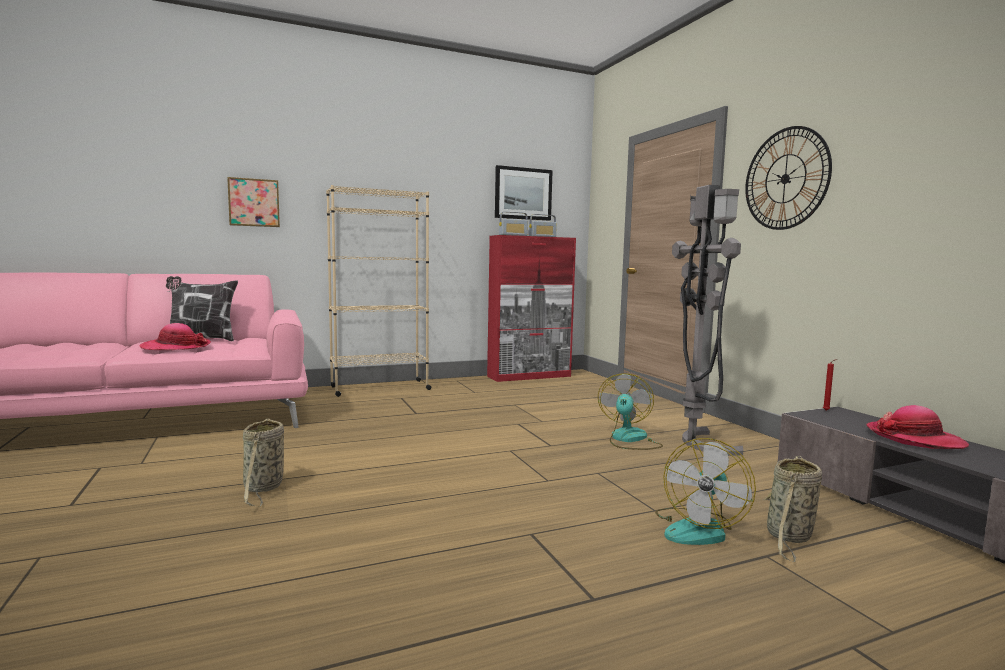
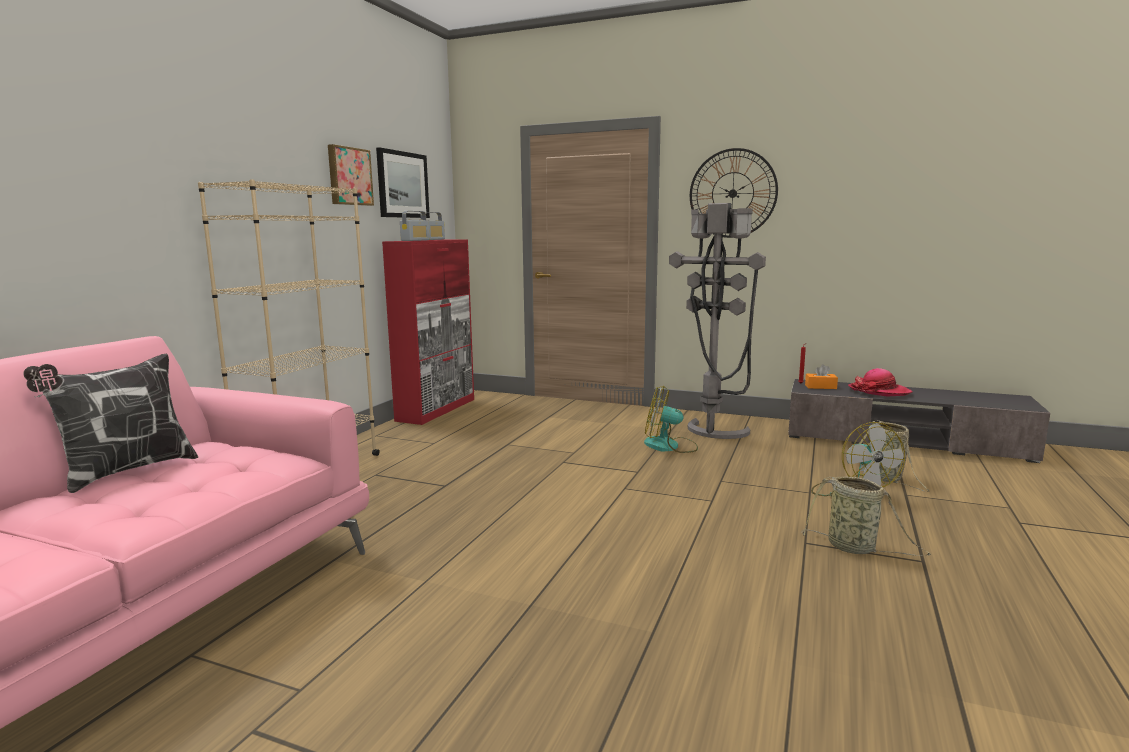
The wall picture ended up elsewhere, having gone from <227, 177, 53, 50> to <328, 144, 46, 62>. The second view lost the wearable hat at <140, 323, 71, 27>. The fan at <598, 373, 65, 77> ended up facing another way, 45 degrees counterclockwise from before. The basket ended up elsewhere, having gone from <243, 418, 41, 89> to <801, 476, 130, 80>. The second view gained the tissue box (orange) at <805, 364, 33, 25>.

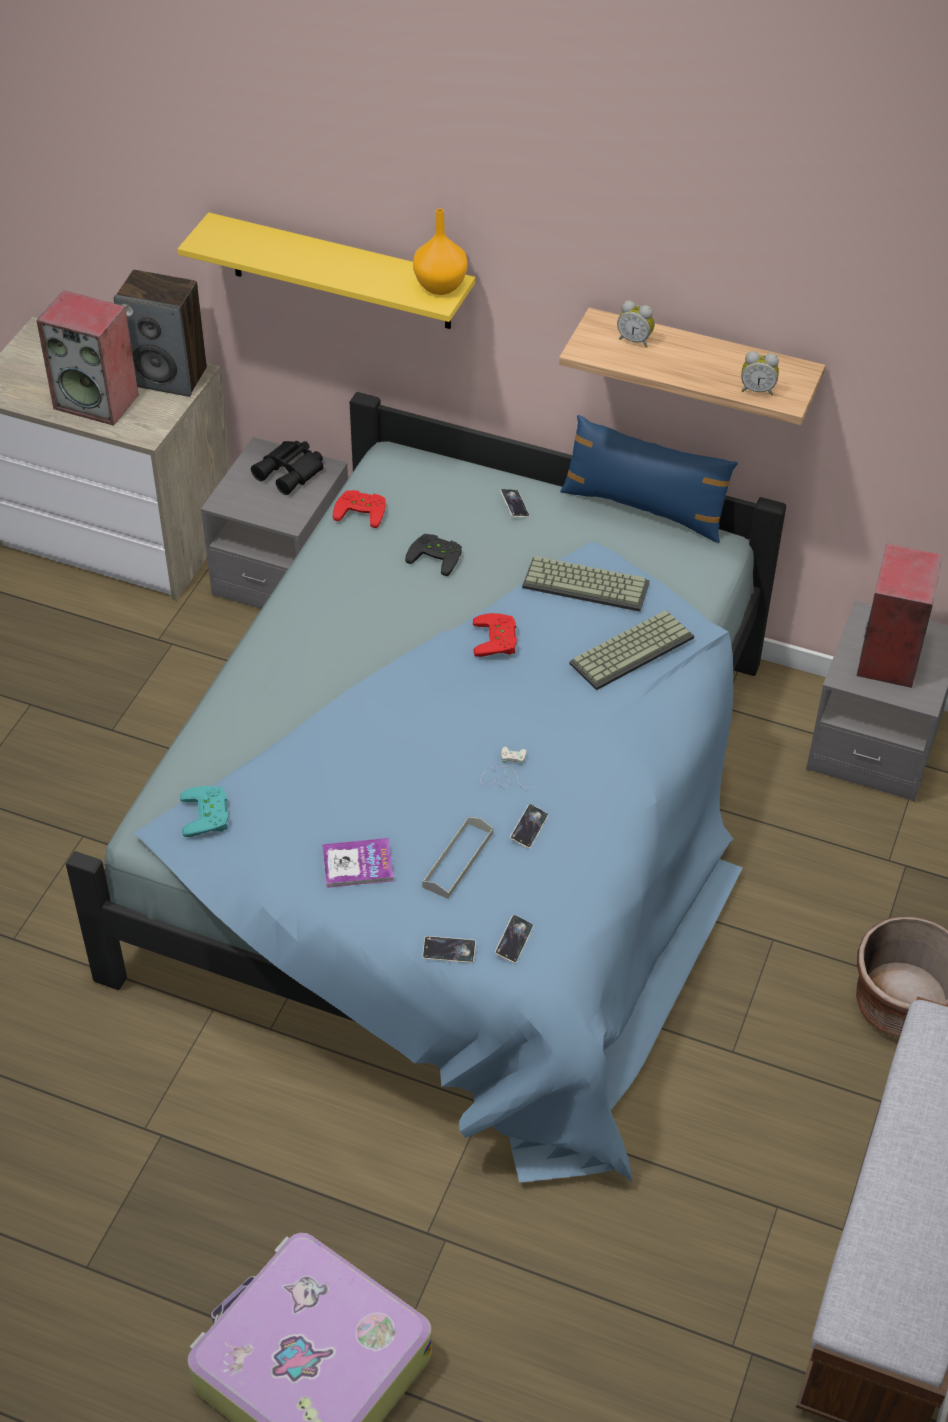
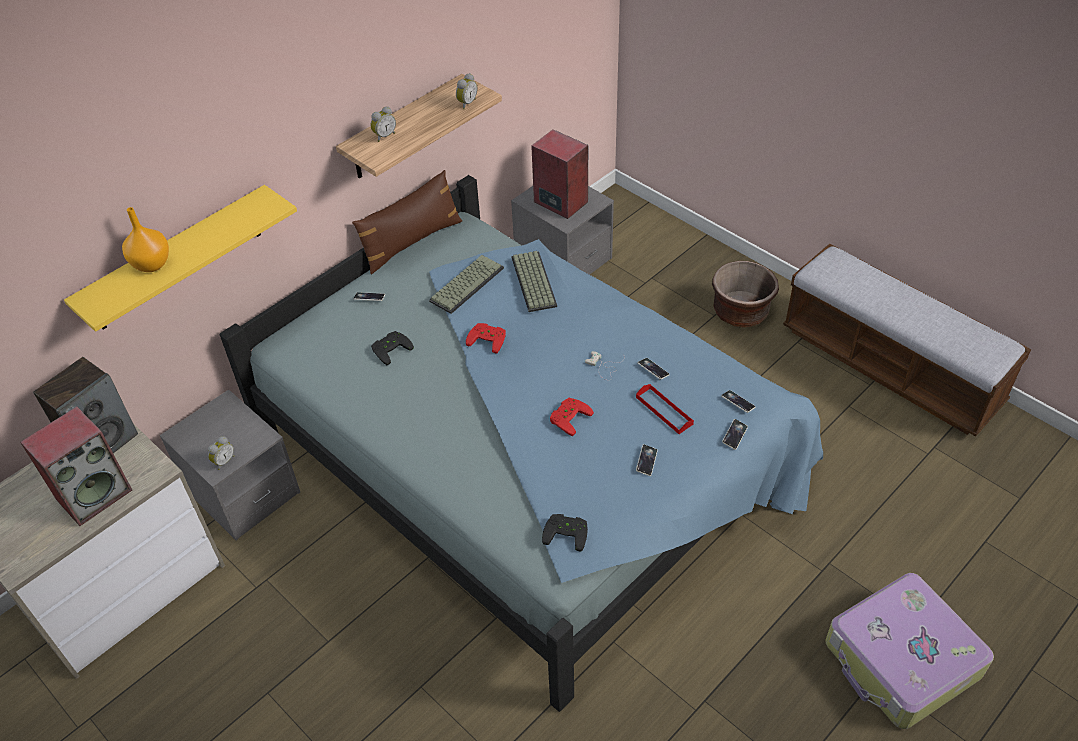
The vase (orange) ended up elsewhere, having gone from <413, 209, 55, 86> to <122, 207, 47, 65>. What was the throw pillow (blue-coloured) at <560, 415, 178, 128> turned into the throw pillow (brown-coloured) at <352, 170, 111, 104>. The second view lost the pair of binoculars (black) at <251, 441, 73, 54>. The game controller (reddish) ended up elsewhere, having gone from <333, 490, 53, 38> to <550, 398, 44, 38>. What was the game controller (blue-green) at <180, 786, 48, 51> turned into the game controller (black) at <542, 514, 46, 38>. What was the tray (grey) at <422, 817, 71, 82> turned into the tray (reddish) at <636, 384, 58, 50>. Where the volume stood at <322, 838, 72, 50>, the phone came to stand at <636, 444, 22, 32>. The second view gained the bedside clock at <208, 436, 26, 34>.

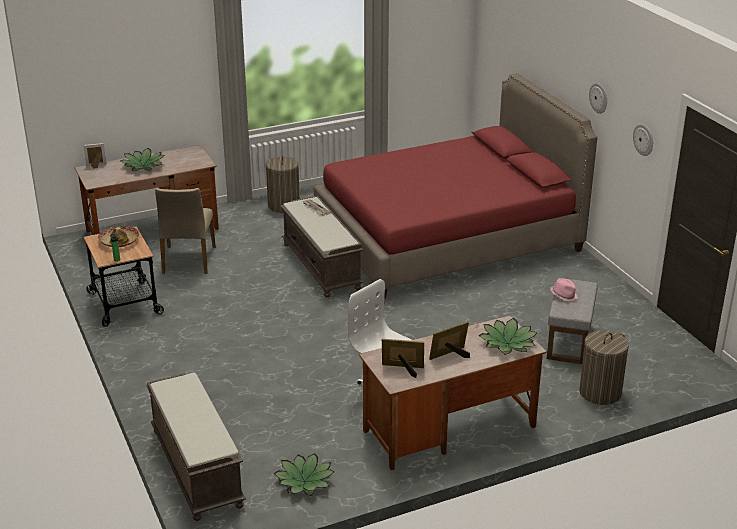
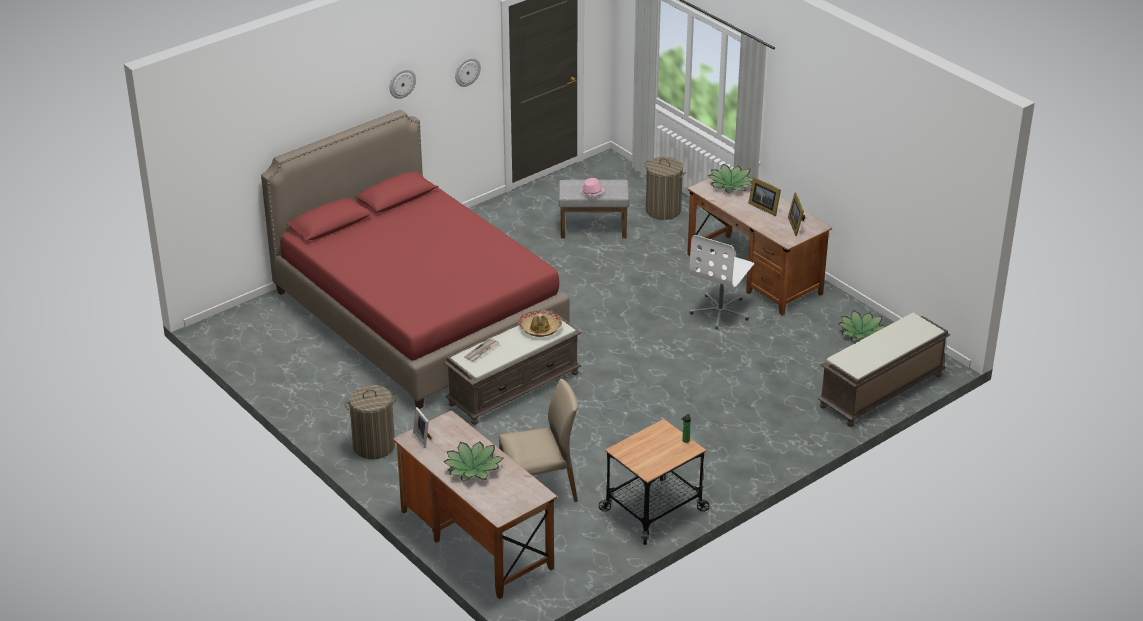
The standing frame ended up elsewhere, having gone from <83, 143, 23, 26> to <413, 407, 19, 41>. The wearable hat ended up elsewhere, having gone from <98, 226, 41, 21> to <519, 310, 43, 27>.

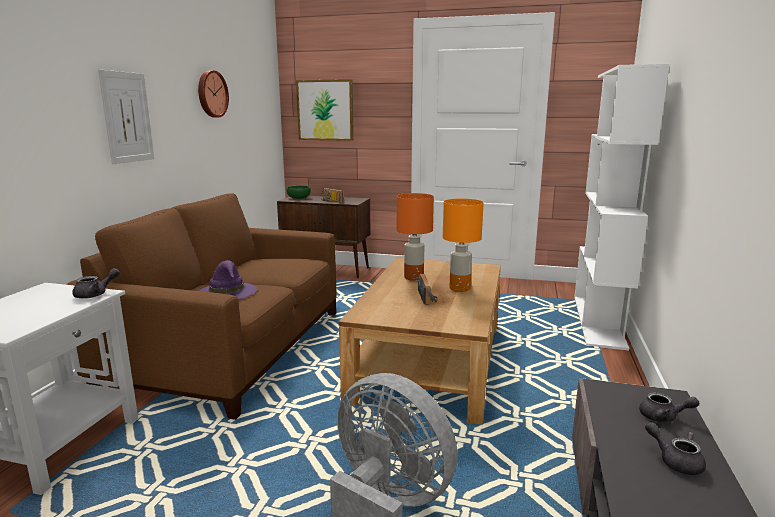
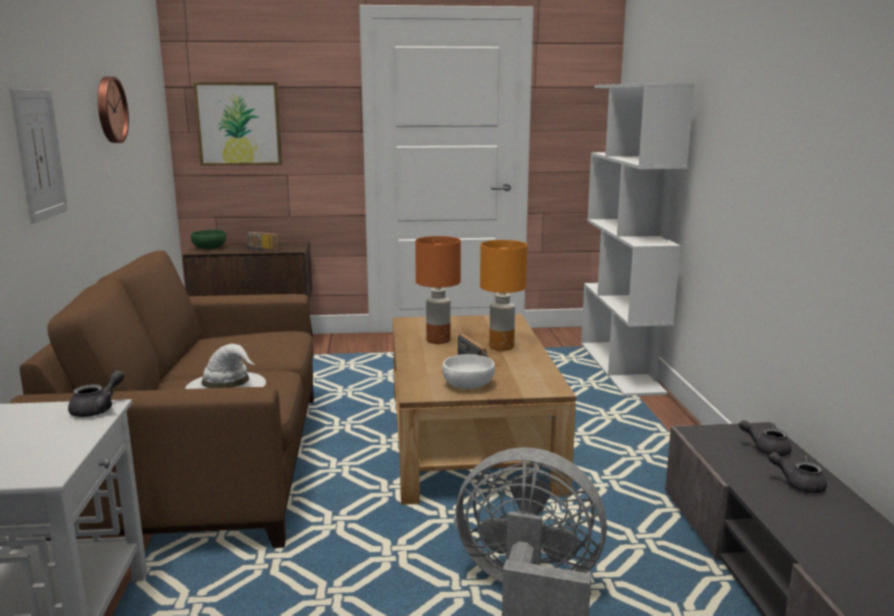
What was the wearable hat (purple) at <199, 260, 58, 39> turned into the wearable hat (white-coloured) at <185, 344, 81, 45>. The tea pot (grey) at <639, 392, 61, 31> ended up facing another way, 150 degrees counterclockwise from before. The second view gained the deep dish (white-coloured) at <442, 354, 53, 35>.

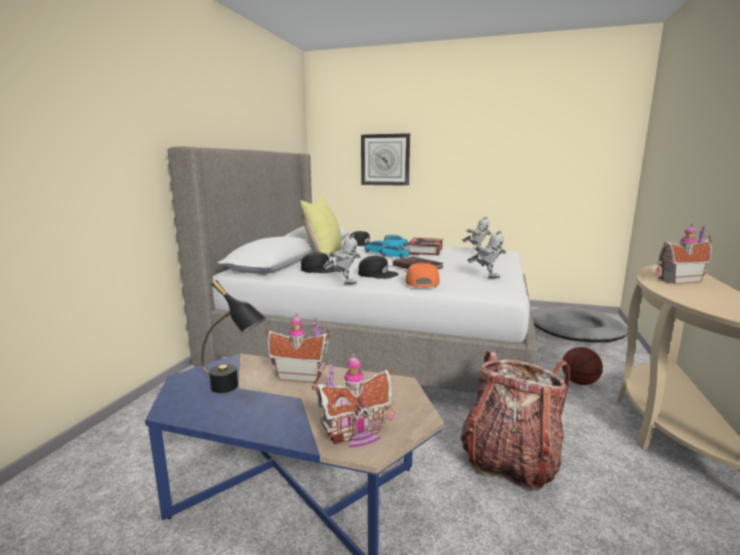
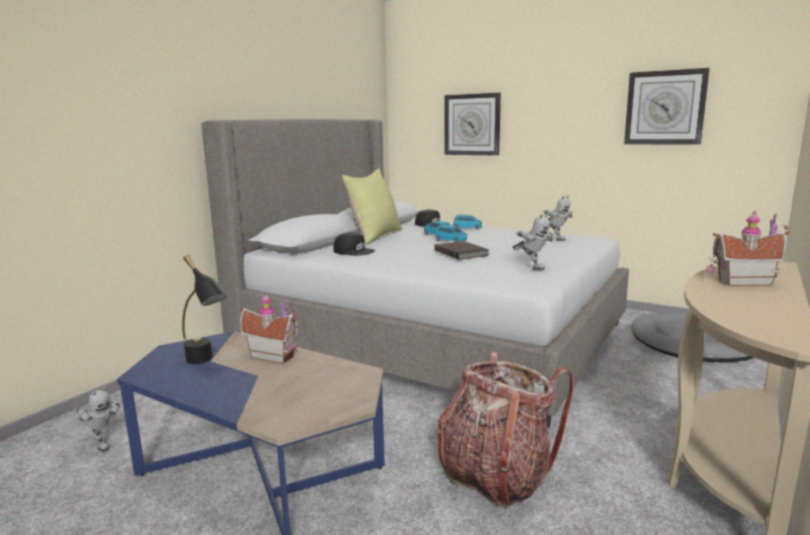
The model robot ended up elsewhere, having gone from <323, 234, 39, 50> to <75, 386, 45, 66>. The second view lost the volume at <408, 238, 35, 17>. The second view lost the baseball cap (black) at <358, 256, 40, 23>. The second view lost the baseball cap (orange) at <405, 263, 35, 24>. The second view lost the ball for basketball at <562, 347, 41, 38>. The second view lost the model house at <312, 353, 83, 95>. The second view gained the clock on the wall at <624, 68, 86, 76>.

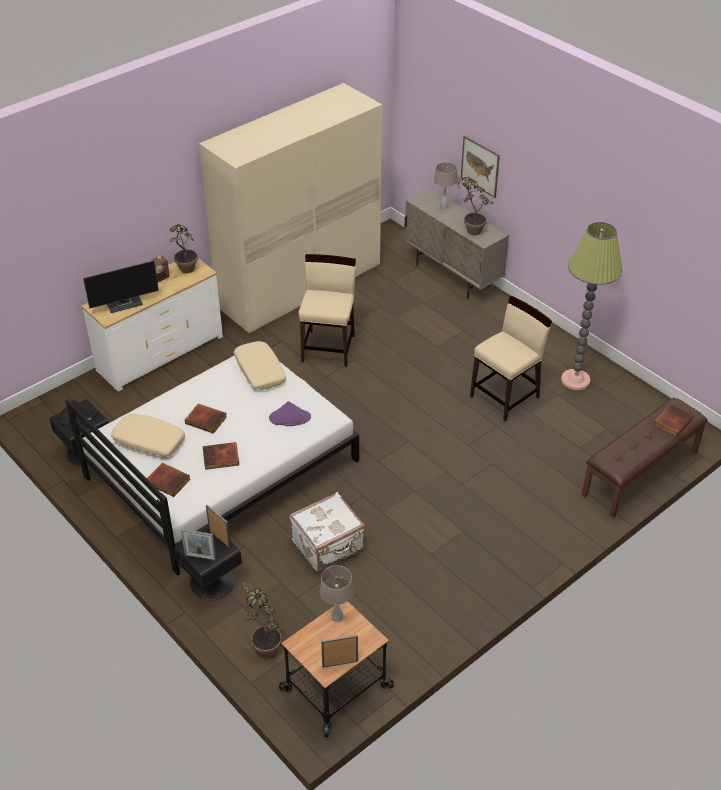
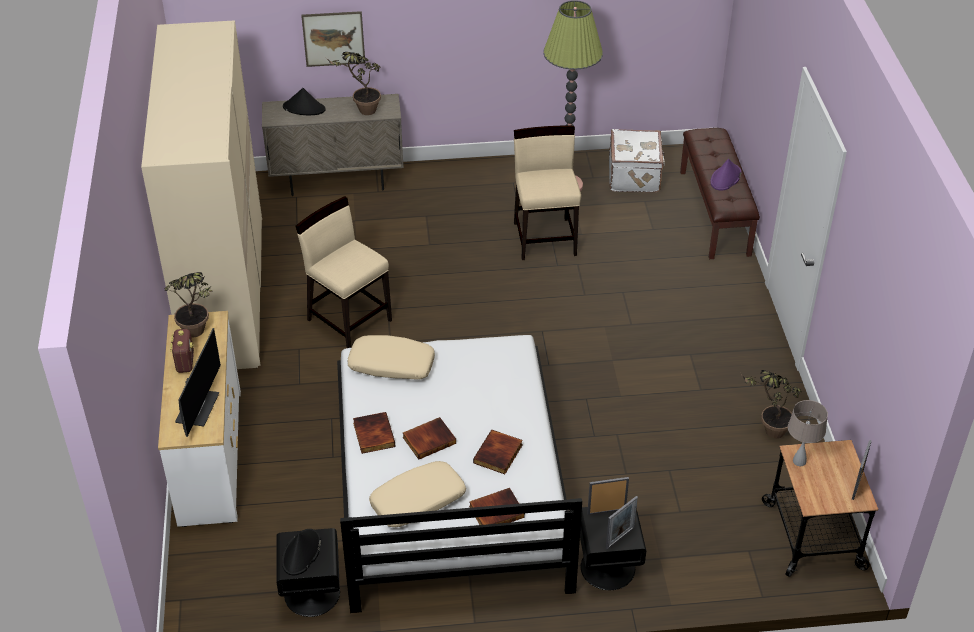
Where the lamp for a table (sand-coloured) stood at <434, 162, 23, 47>, the wearable hat (black) came to stand at <283, 88, 43, 27>. The wearable hat (purple) ended up elsewhere, having gone from <269, 401, 42, 25> to <710, 159, 31, 32>. The volume ended up elsewhere, having gone from <653, 404, 41, 33> to <353, 412, 42, 42>. The suitcase (white-coloured) ended up elsewhere, having gone from <290, 492, 75, 80> to <609, 129, 56, 64>. The plant in a pot ended up elsewhere, having gone from <242, 576, 42, 81> to <741, 370, 60, 68>.

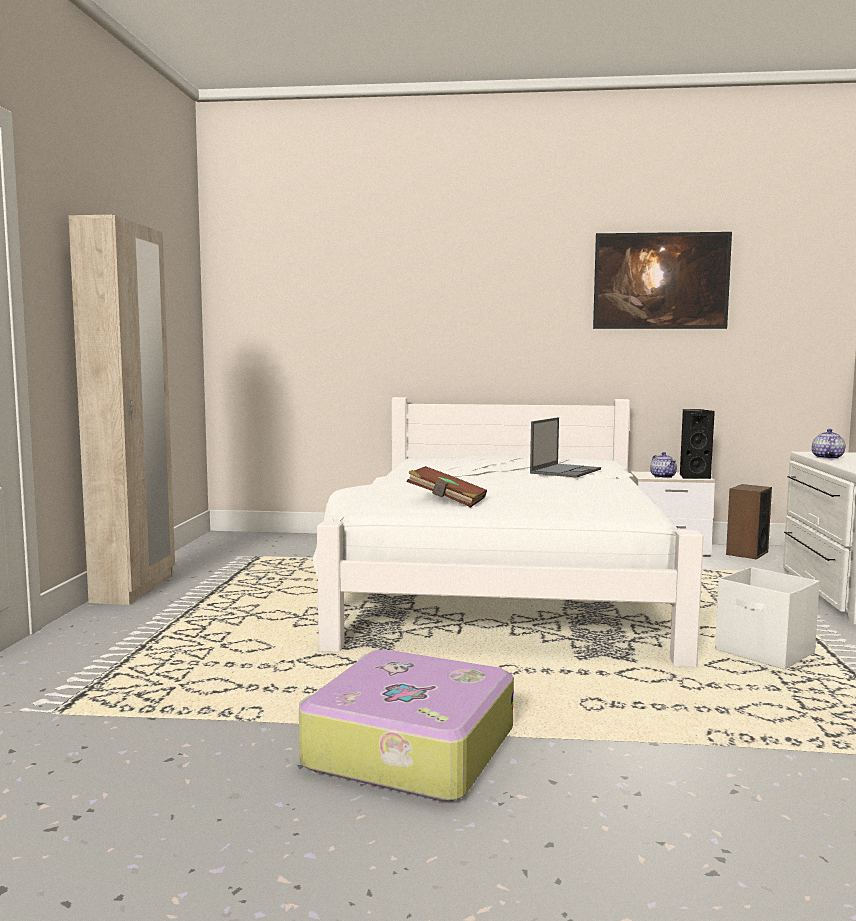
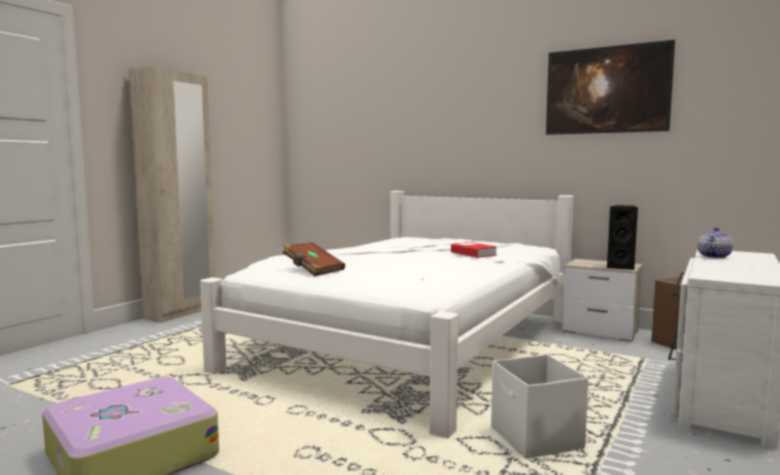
Where the laptop stood at <530, 417, 71, 61>, the volume came to stand at <451, 242, 46, 16>. The second view lost the tea pot at <650, 452, 27, 26>.

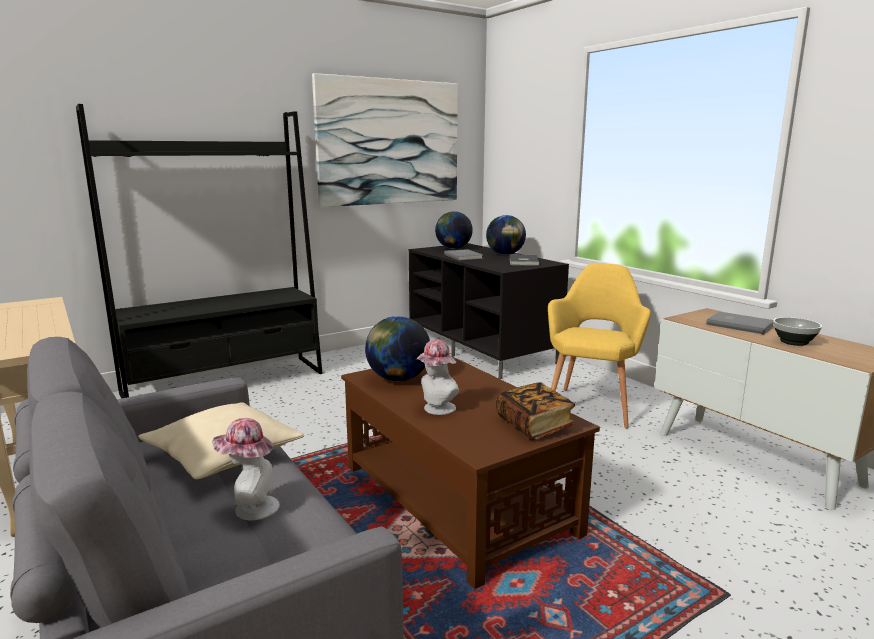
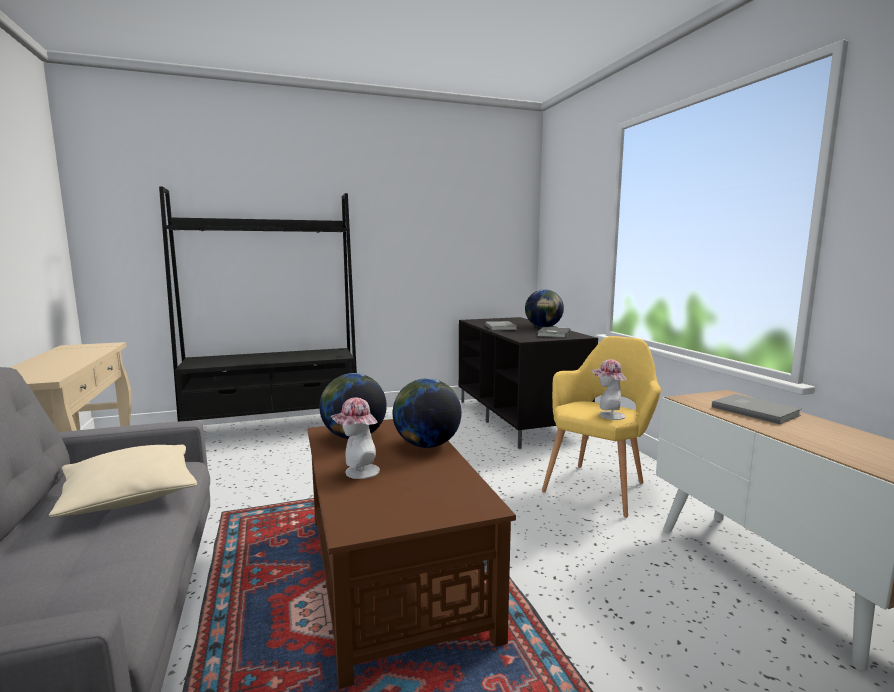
The second view lost the wall picture at <312, 73, 146, 134>. The globe ended up elsewhere, having gone from <435, 211, 38, 38> to <393, 378, 69, 70>. The second view lost the deep dish at <773, 317, 49, 29>. The second view lost the volume at <496, 382, 80, 58>. The wearable hat ended up elsewhere, having gone from <212, 418, 68, 103> to <592, 359, 35, 61>.

